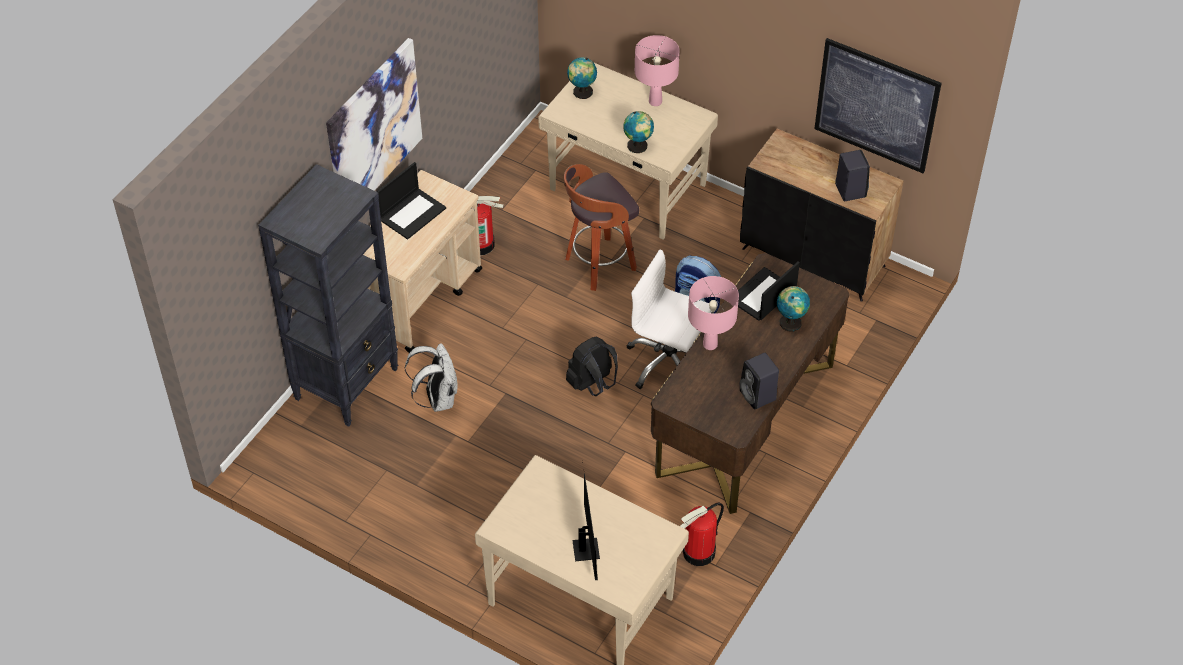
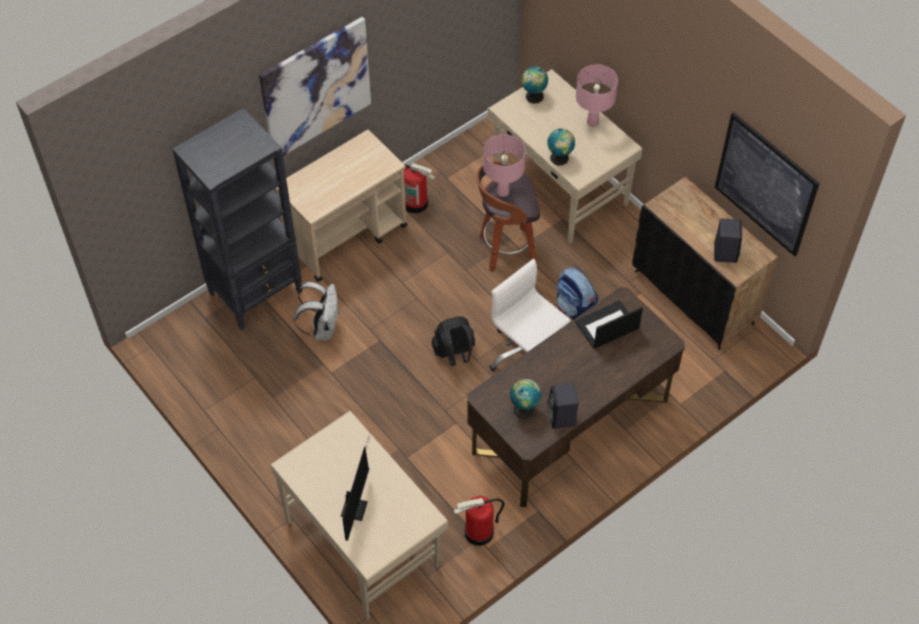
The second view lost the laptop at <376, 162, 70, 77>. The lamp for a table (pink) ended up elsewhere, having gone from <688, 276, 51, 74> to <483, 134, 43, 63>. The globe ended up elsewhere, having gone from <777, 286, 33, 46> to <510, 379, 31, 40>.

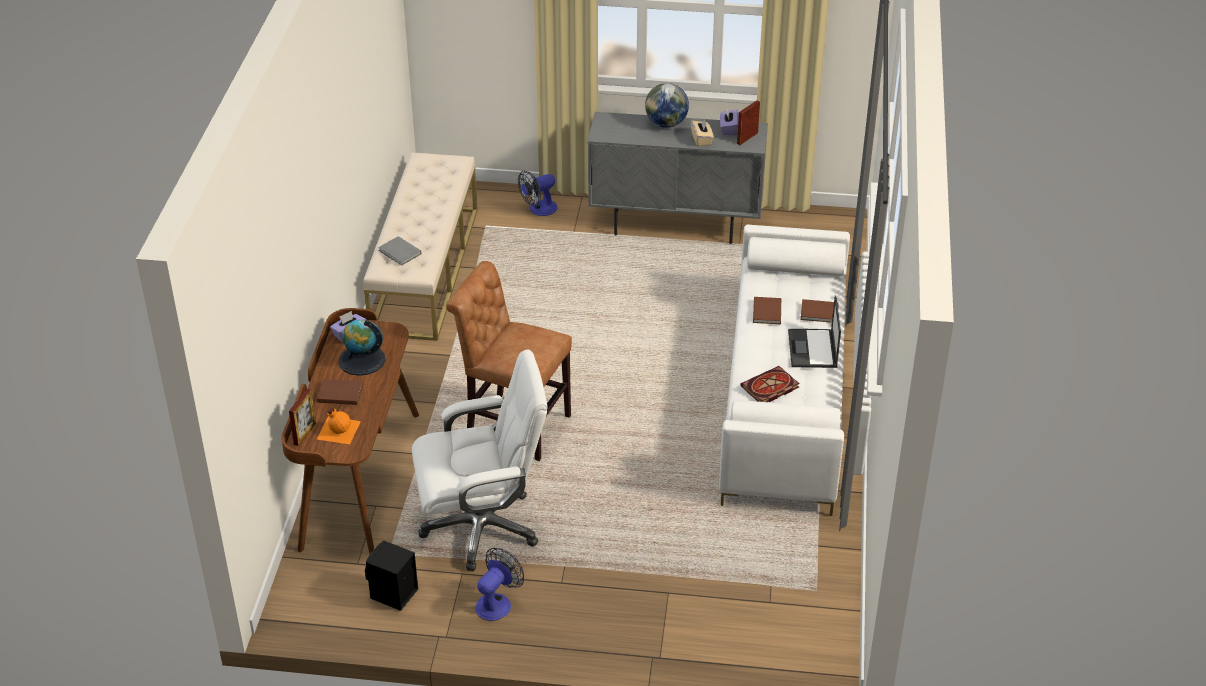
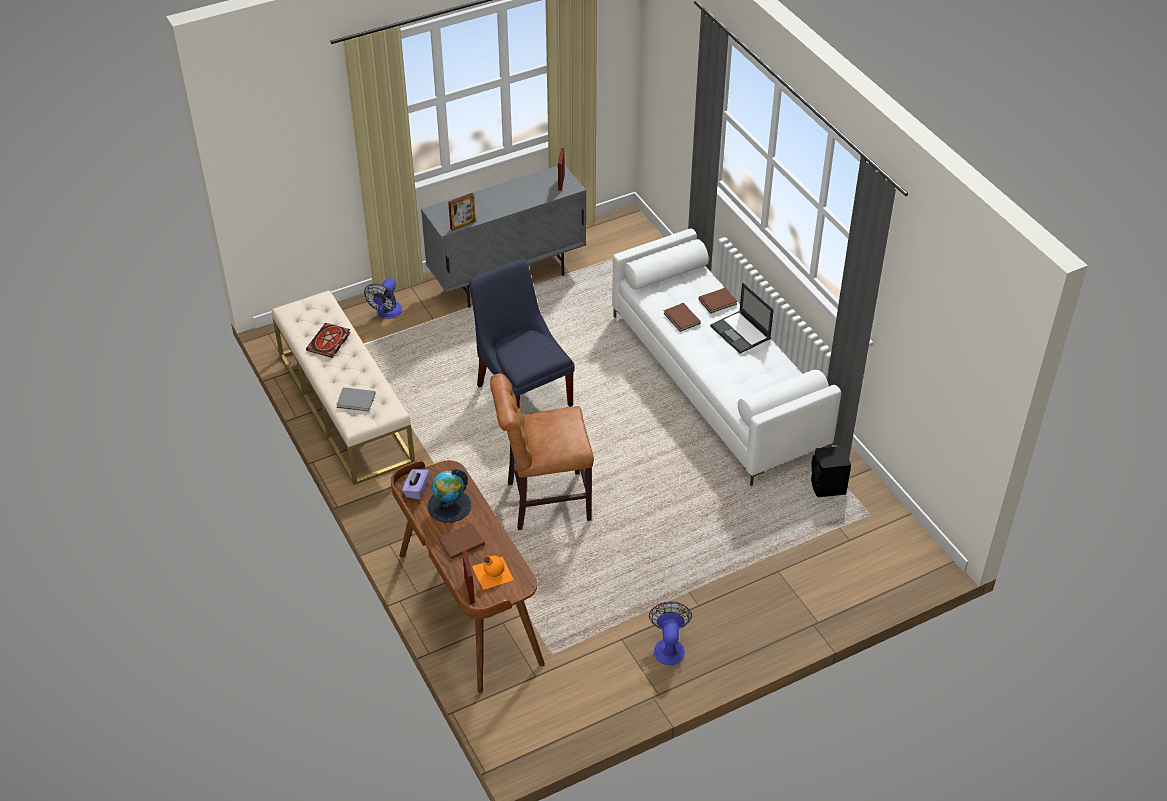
The second view lost the globe at <645, 83, 44, 45>. The second view lost the tissue box (purple) at <720, 108, 19, 27>. The second view lost the tissue box (sand-coloured) at <691, 118, 23, 28>. The second view lost the desk chair (white-coloured) at <412, 349, 135, 222>. The volume ended up elsewhere, having gone from <741, 366, 59, 36> to <306, 323, 45, 35>. The audio speaker (black) ended up elsewhere, having gone from <365, 540, 53, 71> to <811, 446, 40, 51>. The second view gained the standing frame at <448, 193, 28, 38>. The second view gained the plain chair (blue-coloured) at <469, 259, 105, 151>.

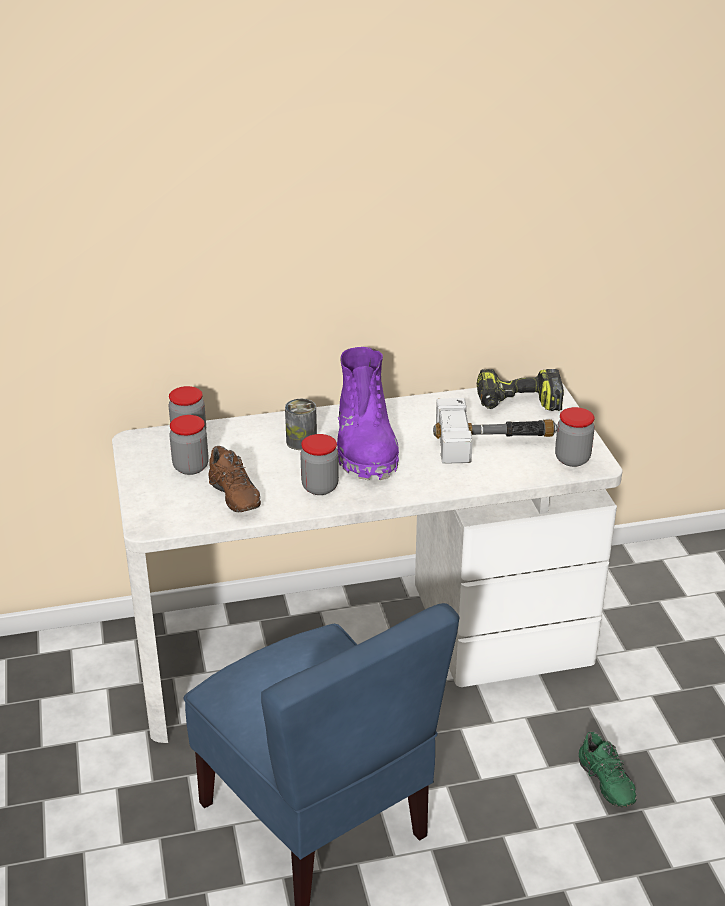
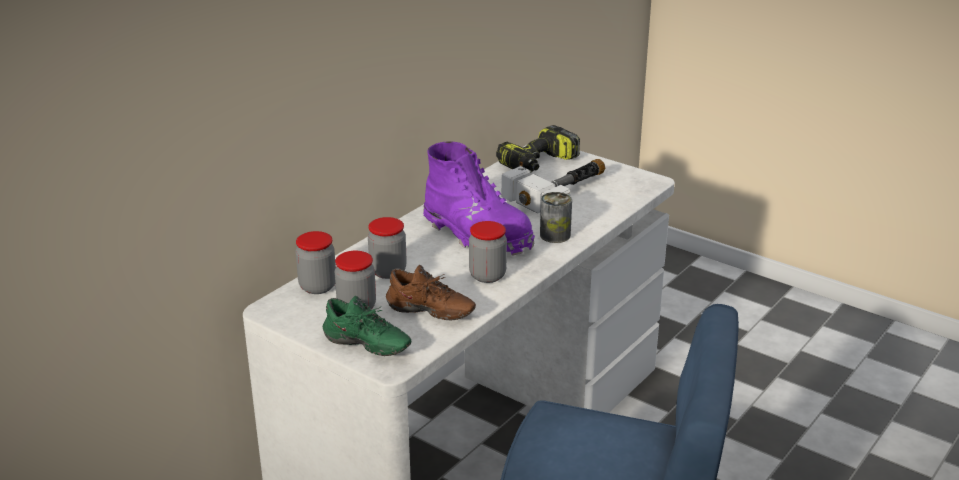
The metal can ended up elsewhere, having gone from <285, 399, 32, 51> to <540, 192, 32, 51>. The storage jar ended up elsewhere, having gone from <555, 407, 40, 60> to <368, 217, 39, 62>. The shoe (greenish) ended up elsewhere, having gone from <579, 731, 58, 76> to <323, 295, 88, 61>.

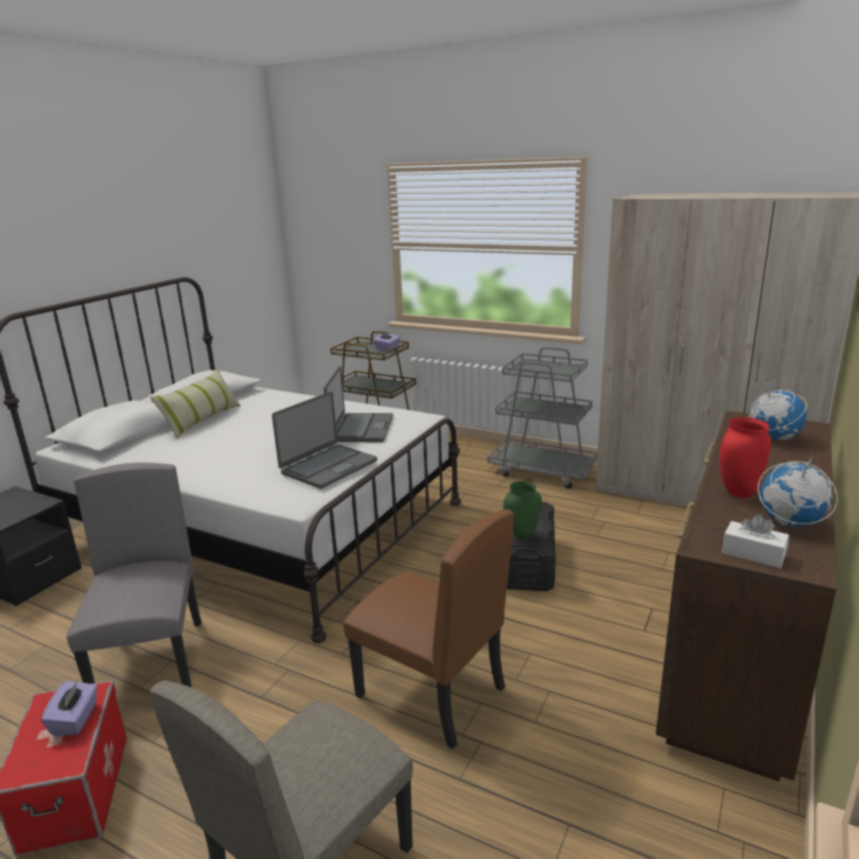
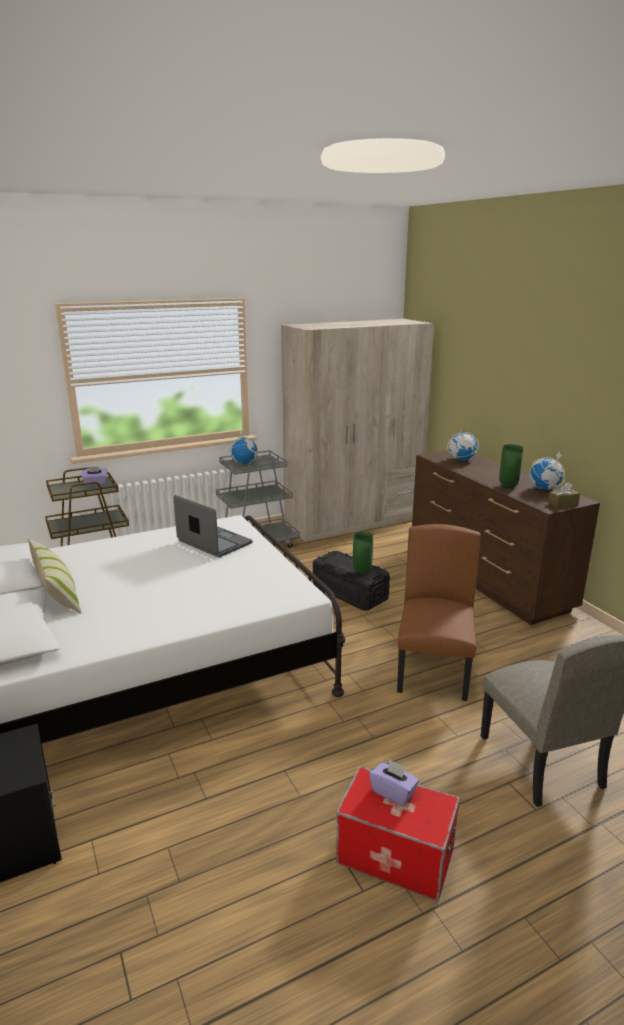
The second view lost the laptop at <272, 392, 105, 97>. What was the vase (reddish) at <720, 417, 51, 81> turned into the vase (greenish) at <499, 444, 24, 43>. The second view lost the plain chair (grey) at <67, 463, 134, 224>. The plain chair (brown-coloured) at <343, 509, 171, 240> ended up facing another way, 60 degrees counterclockwise from before. What was the tissue box (white-coloured) at <722, 514, 67, 54> turned into the tissue box (brown-coloured) at <548, 482, 32, 25>. The second view gained the globe at <229, 430, 29, 34>.

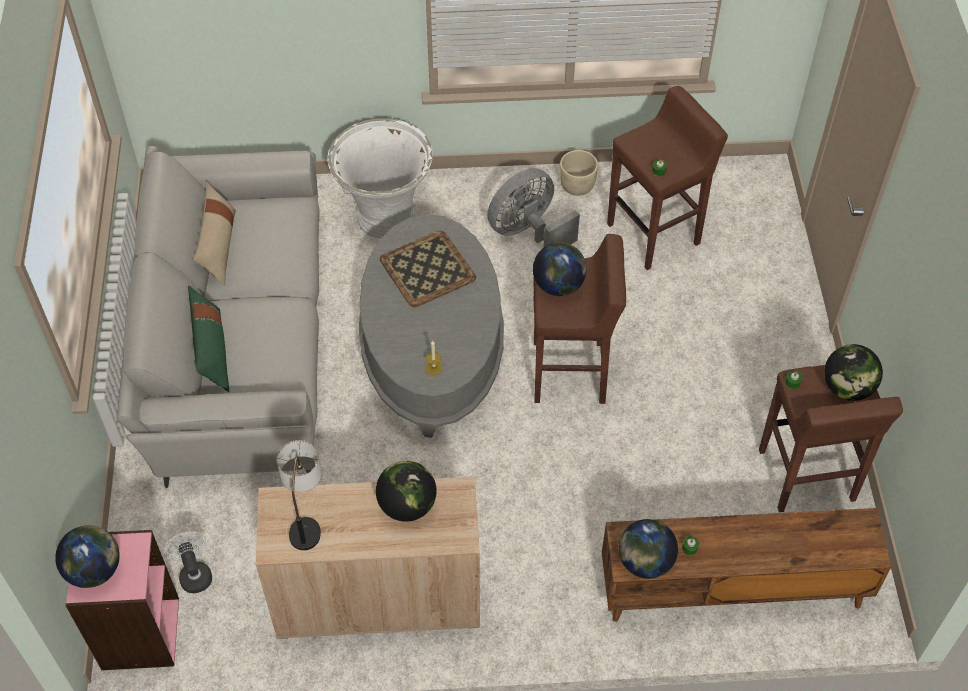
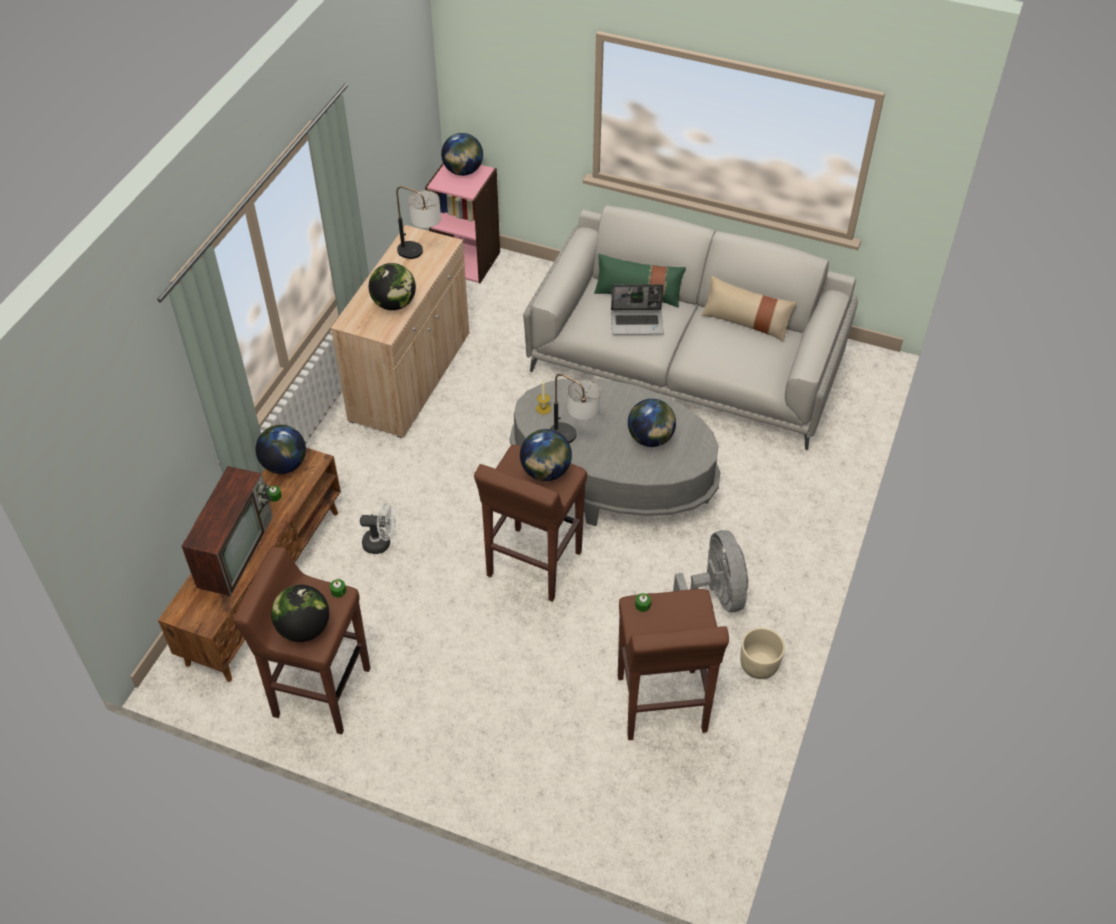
The second view lost the flower pot (white-coloured) at <328, 118, 105, 121>. Where the tray stood at <380, 231, 96, 76>, the globe came to stand at <628, 399, 48, 48>. The fan (white-coloured) ended up elsewhere, having gone from <163, 531, 49, 62> to <360, 503, 36, 51>. The second view gained the laptop at <611, 284, 53, 51>. The second view gained the lamp for a table at <550, 374, 50, 69>. The second view gained the television at <181, 466, 92, 130>.

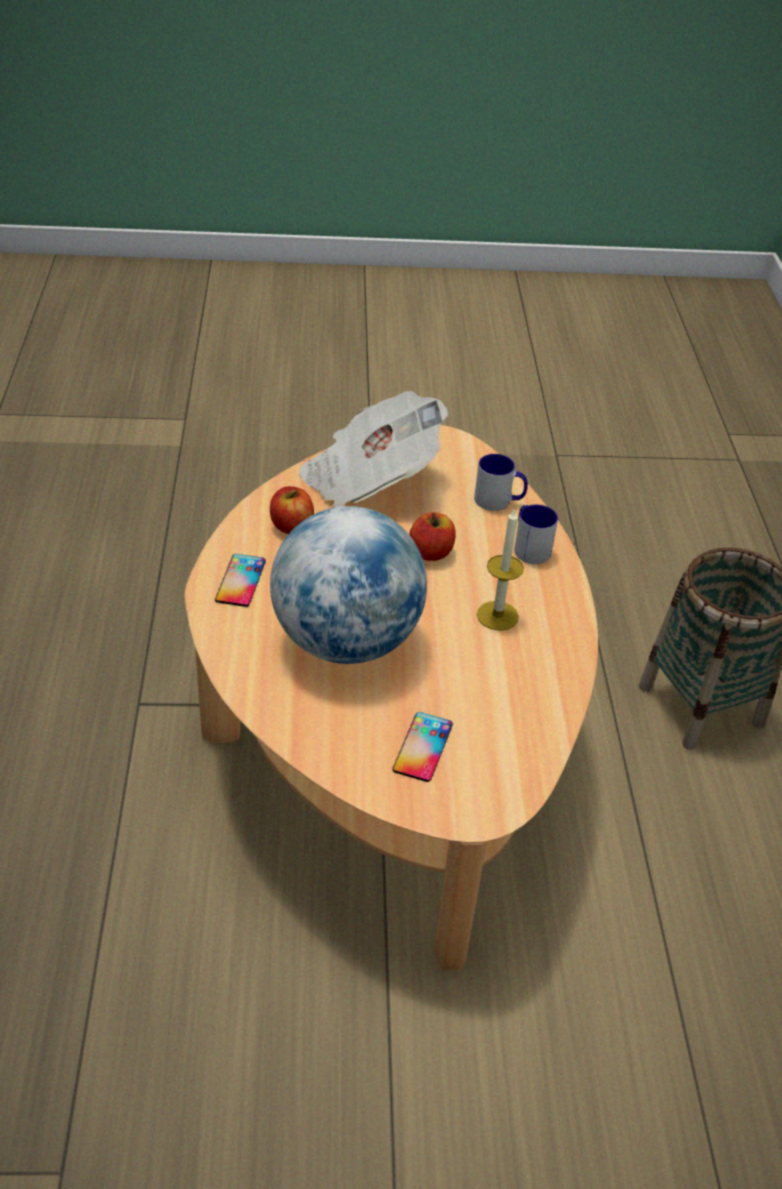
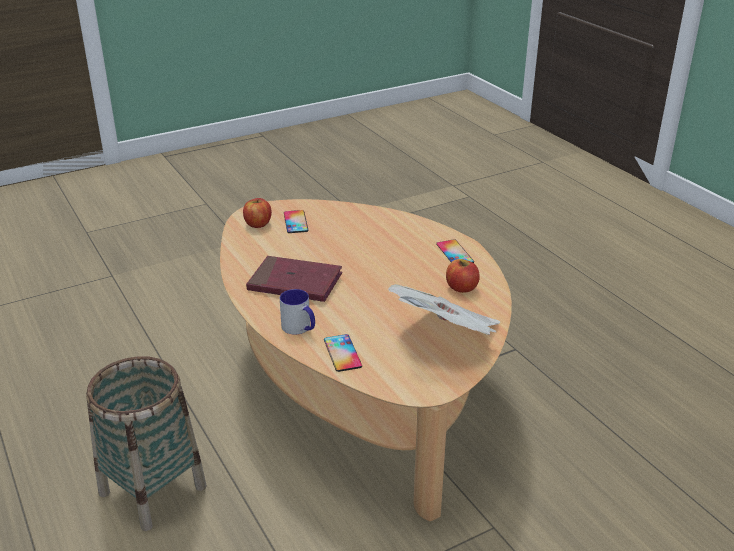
Where the tea mug stood at <474, 454, 54, 57>, the phone came to stand at <324, 334, 38, 38>. The second view lost the globe at <270, 506, 157, 158>. Where the candle stood at <477, 508, 47, 123>, the volume (reddish) came to stand at <246, 256, 97, 46>. The apple fruit ended up elsewhere, having gone from <409, 512, 47, 49> to <243, 198, 29, 30>.

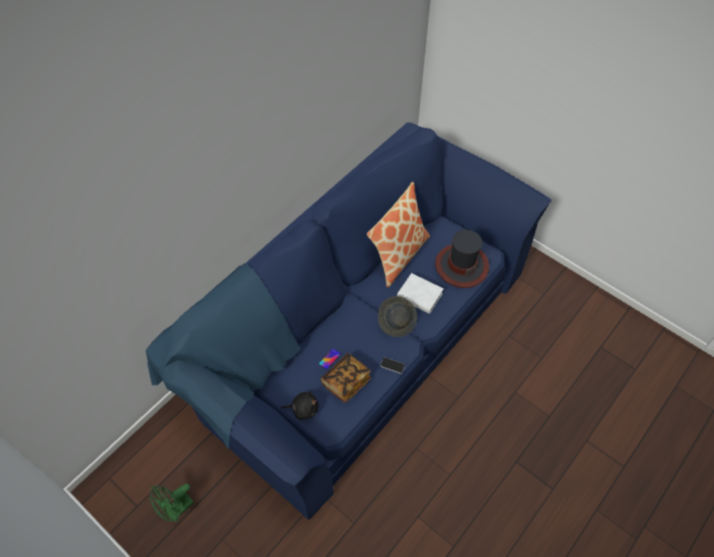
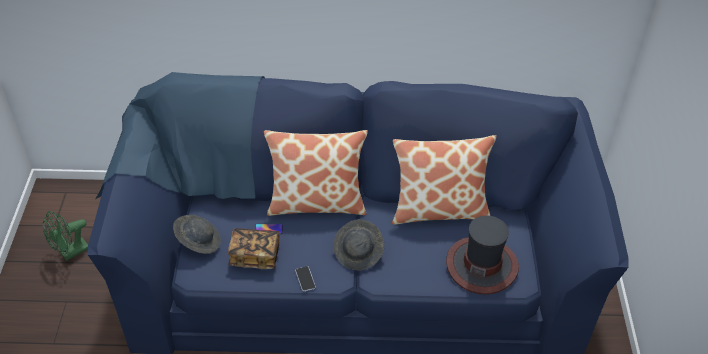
The second view lost the volume (white-coloured) at <397, 273, 46, 41>. Where the cuddly toy (black) stood at <281, 392, 38, 28>, the wearable hat (grey) came to stand at <173, 215, 48, 39>. The fan (greenish) at <150, 483, 44, 39> ended up facing another way, 45 degrees counterclockwise from before. The second view gained the throw pillow at <264, 130, 104, 86>.

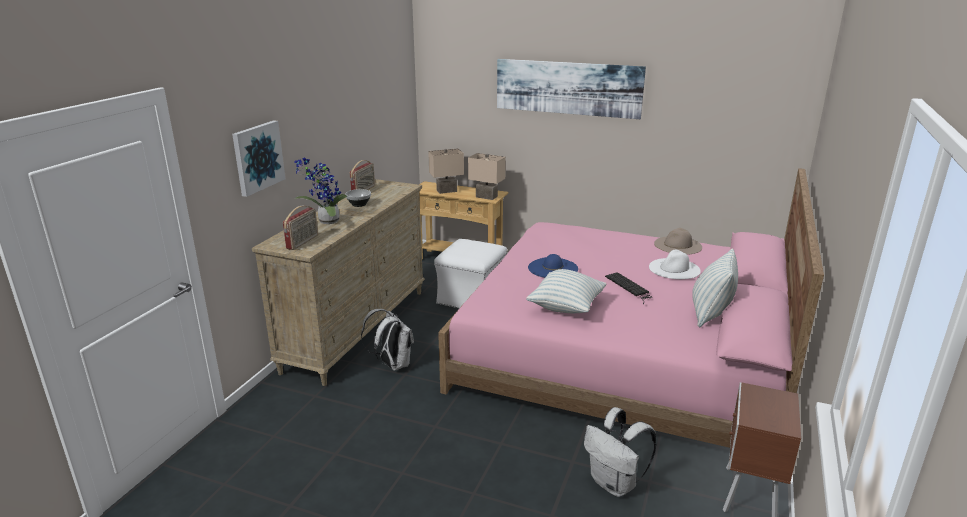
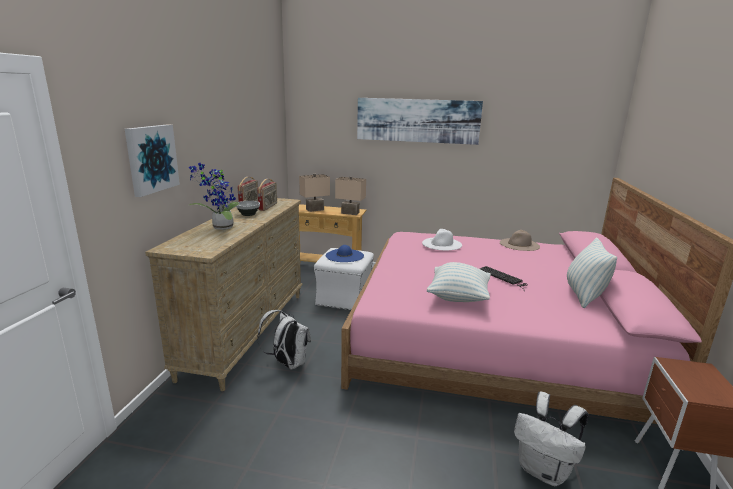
The radio receiver ended up elsewhere, having gone from <283, 206, 35, 44> to <257, 179, 20, 32>. The wearable hat (white-coloured) ended up elsewhere, having gone from <649, 250, 52, 29> to <422, 229, 40, 22>. The wearable hat (blue-coloured) ended up elsewhere, having gone from <528, 254, 50, 24> to <326, 245, 38, 17>.

